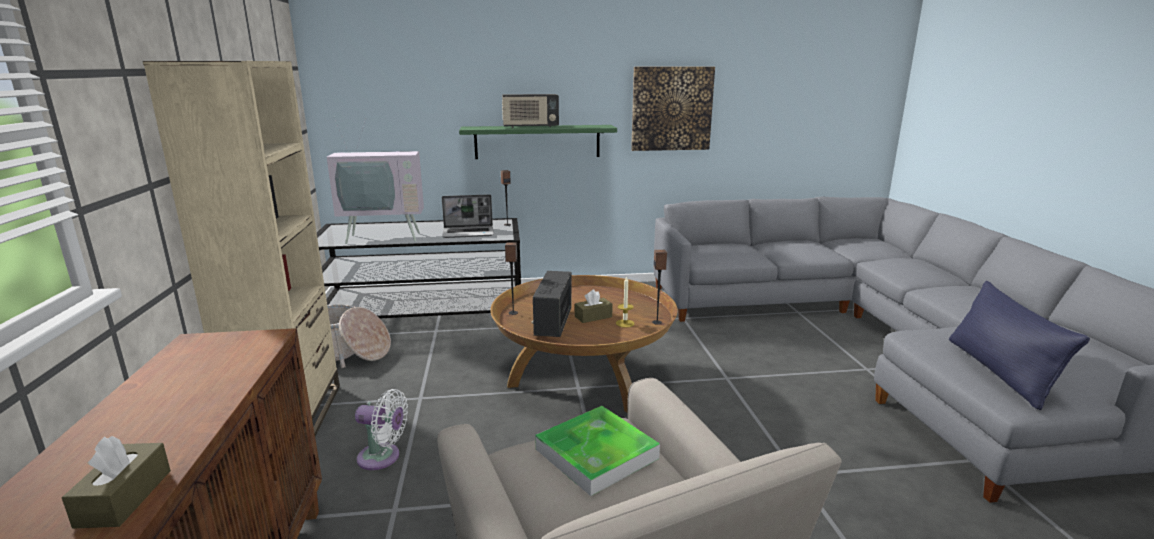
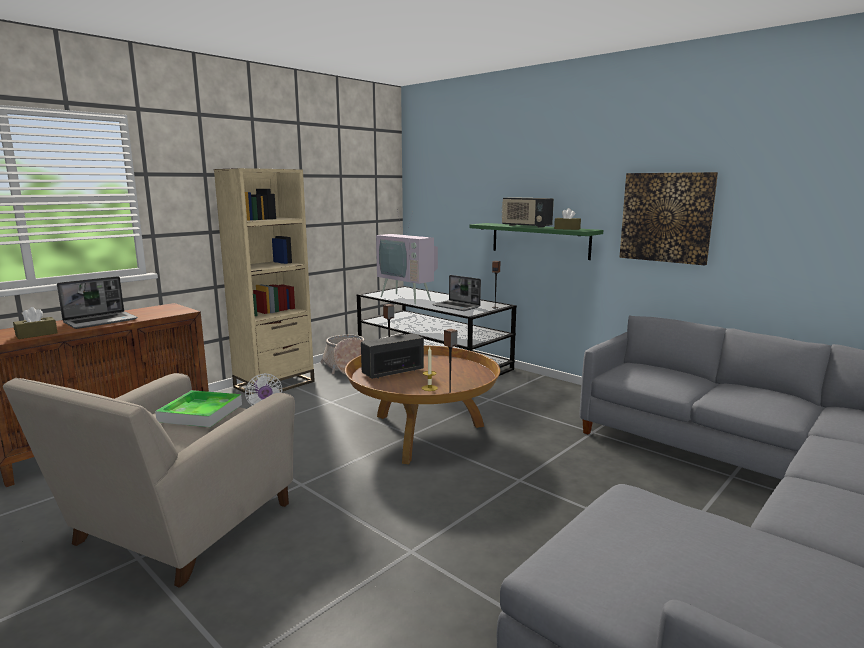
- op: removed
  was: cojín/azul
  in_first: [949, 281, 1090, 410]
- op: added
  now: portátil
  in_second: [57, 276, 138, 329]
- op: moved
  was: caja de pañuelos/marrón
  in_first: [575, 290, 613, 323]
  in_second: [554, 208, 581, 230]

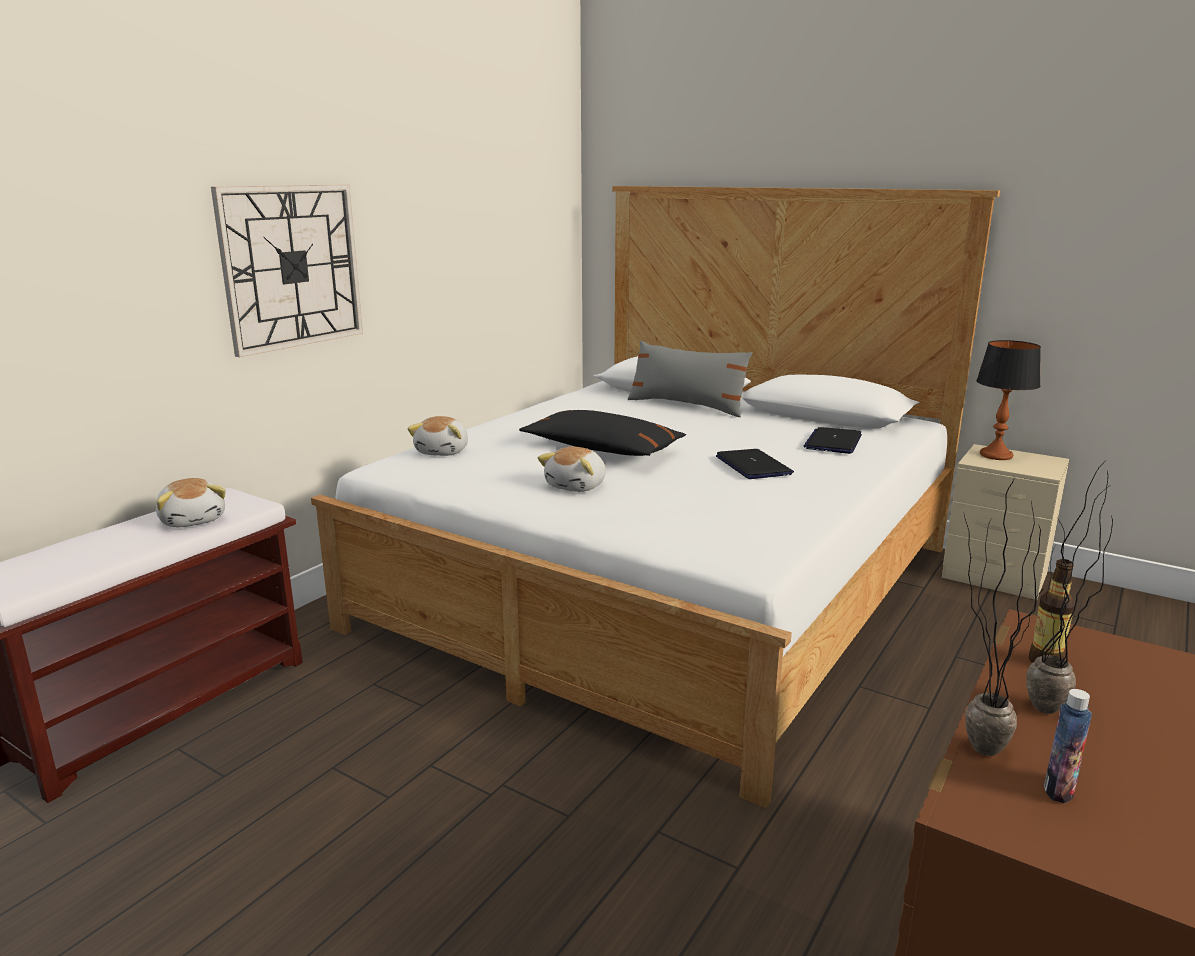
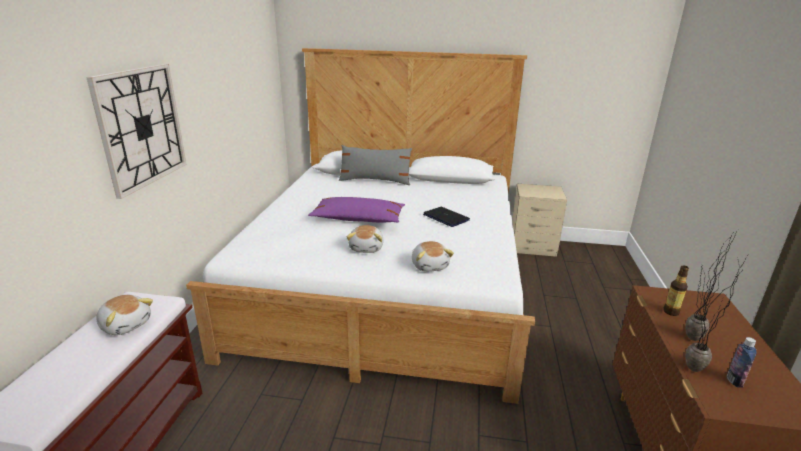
- op: removed
  was: portátil
  in_first: [803, 427, 862, 454]
- op: removed
  was: lámpara de mesa
  in_first: [976, 340, 1041, 460]
- op: moved
  was: peluche
  in_first: [407, 416, 468, 456]
  in_second: [412, 241, 454, 272]
- op: recoloured
  was: cojín/negro
  now: cojín/morado
  in_first: [519, 410, 686, 456]
  in_second: [308, 197, 405, 222]

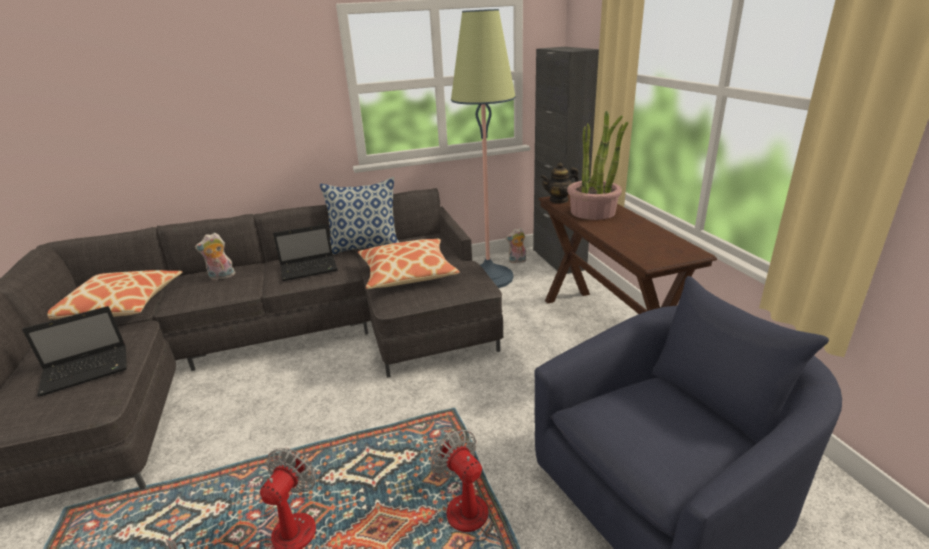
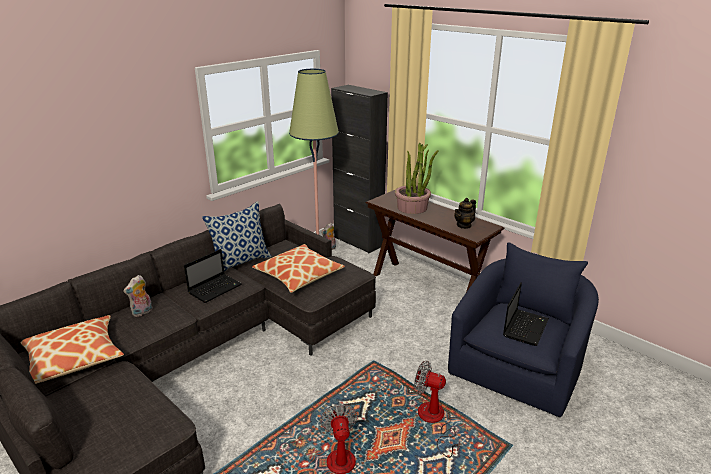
- op: moved
  was: portátil
  in_first: [22, 306, 127, 397]
  in_second: [503, 282, 549, 346]
- op: moved
  was: tetera
  in_first: [540, 163, 579, 203]
  in_second: [454, 198, 476, 229]

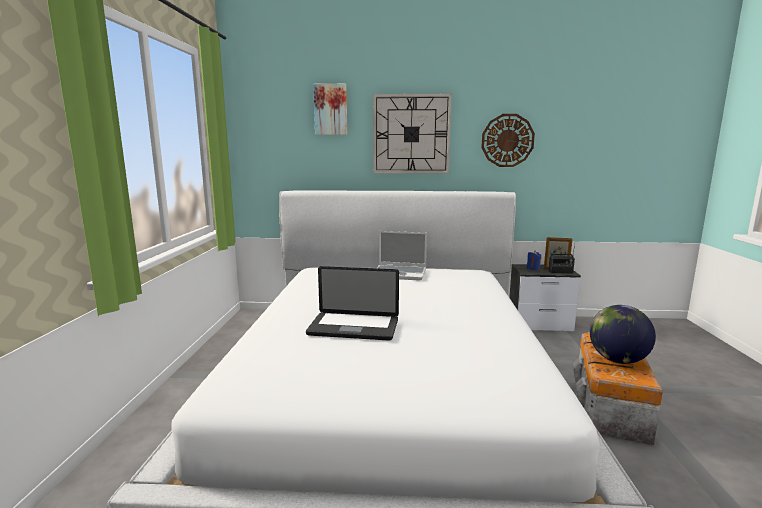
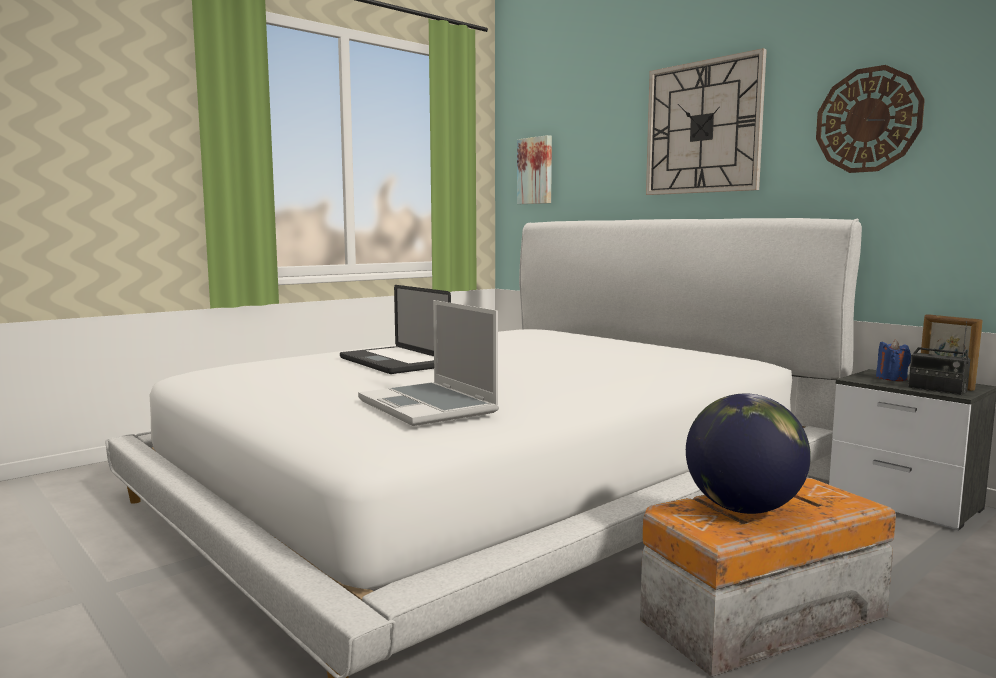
- op: moved
  was: cuadro
  in_first: [313, 83, 347, 135]
  in_second: [517, 135, 552, 204]
- op: moved
  was: portátil
  in_first: [377, 231, 427, 281]
  in_second: [358, 300, 499, 426]

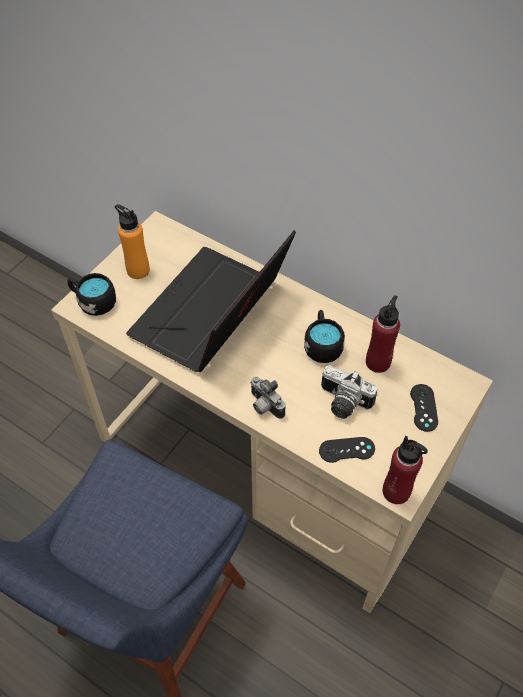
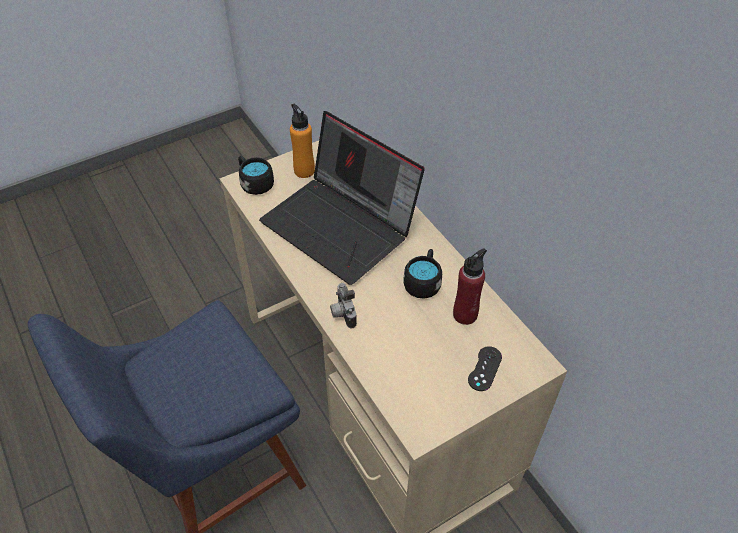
- op: removed
  was: mando de consola/negro
  in_first: [319, 437, 375, 463]
- op: removed
  was: cámara
  in_first: [321, 365, 377, 419]
- op: removed
  was: botella/rojo
  in_first: [383, 436, 428, 504]
- op: turned
  was: portátil
  in_first: [126, 230, 296, 372]
  in_second: [259, 111, 425, 285]
  clockwise: -105

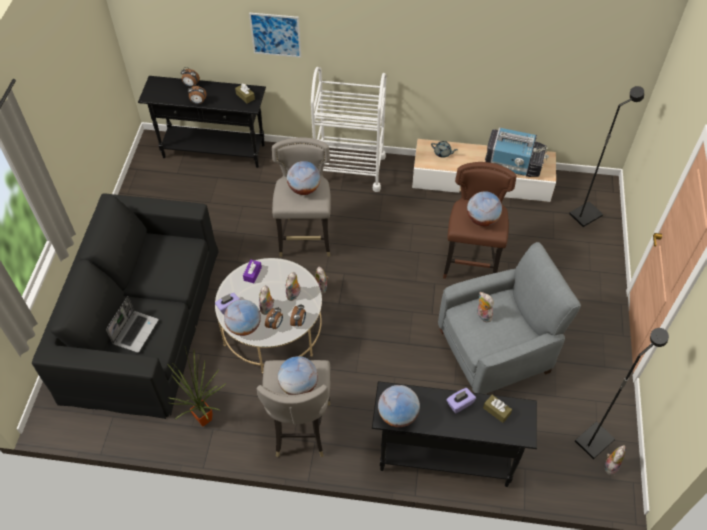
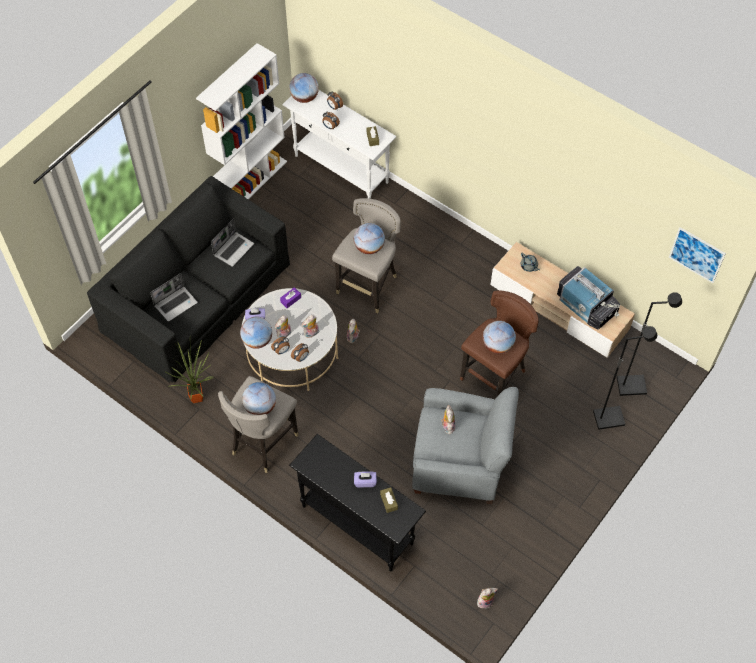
- op: removed
  was: carrito/blanco
  in_first: [311, 67, 387, 192]
- op: added
  now: estantería/blanco
  in_second: [196, 43, 287, 199]
- op: added
  now: portátil
  in_second: [211, 218, 254, 267]
- op: moved
  was: cuadro
  in_first: [249, 13, 301, 58]
  in_second: [669, 227, 726, 283]
- op: moved
  was: globo terráqueo
  in_first: [378, 385, 420, 427]
  in_second: [289, 73, 319, 103]
- op: moved
  was: lámpara de pie/negro
  in_first: [575, 328, 669, 459]
  in_second: [593, 326, 657, 430]
- op: recoloured
  was: mesa consola/negro
  now: mesa consola/blanco
  in_first: [138, 76, 266, 168]
  in_second: [282, 90, 397, 199]

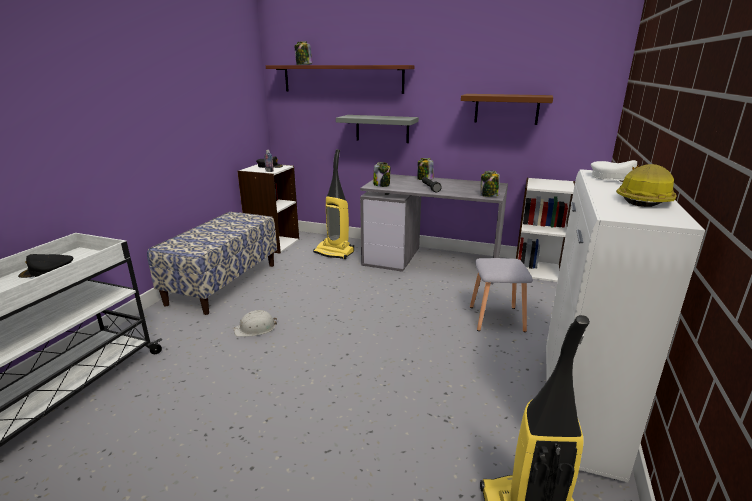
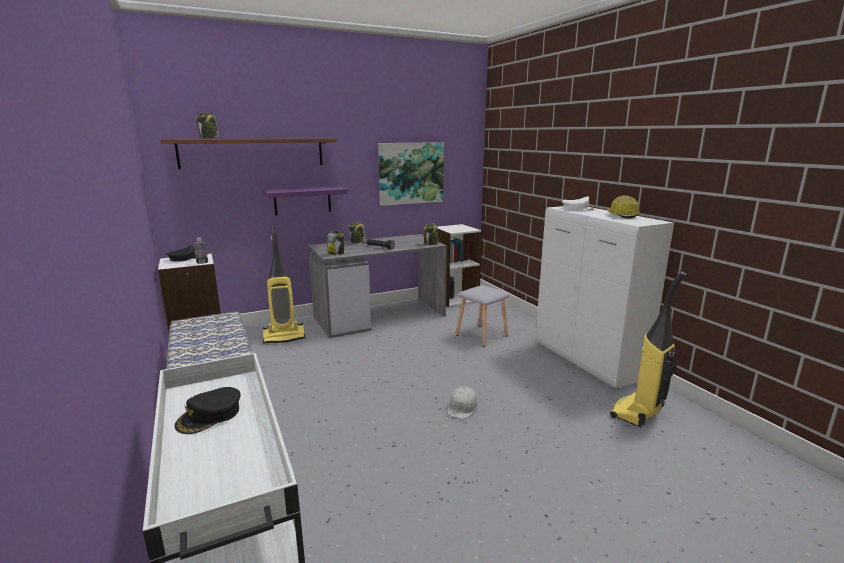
- op: moved
  was: casco/blanco
  in_first: [234, 310, 277, 337]
  in_second: [448, 386, 479, 419]
- op: replaced
  was: estante/marrón
  now: cuadro
  in_first: [461, 94, 553, 125]
  in_second: [378, 142, 444, 206]
- op: recoloured
  was: estante/gris
  now: estante/morado
  in_first: [336, 115, 419, 143]
  in_second: [263, 186, 348, 215]

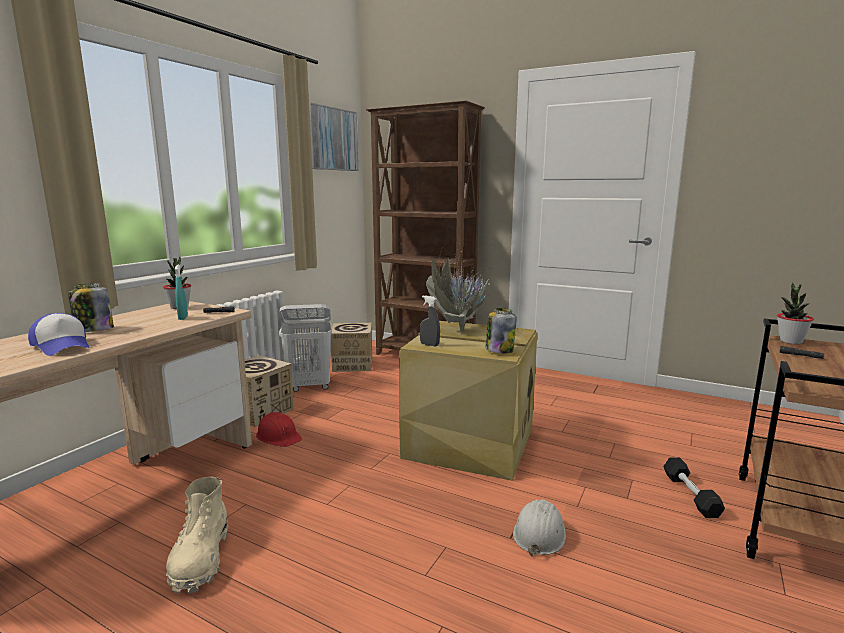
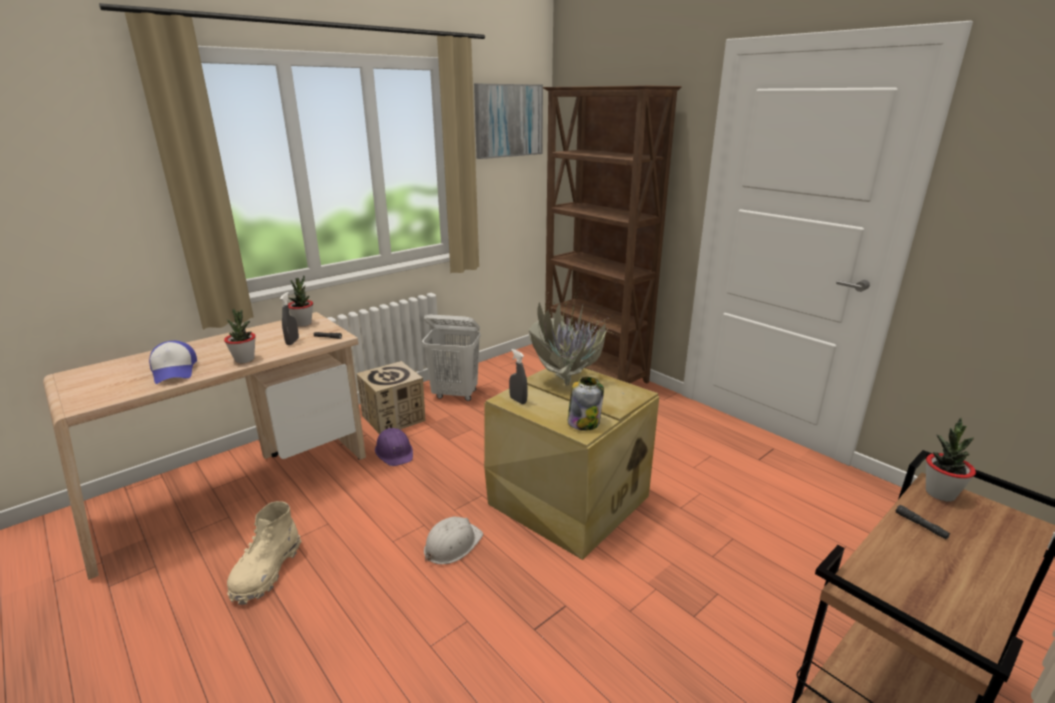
- op: removed
  was: tarro
  in_first: [68, 283, 114, 332]
- op: removed
  was: caja de cartón
  in_first: [331, 323, 372, 372]
- op: removed
  was: mancuerna/negro
  in_first: [663, 458, 725, 518]
- op: added
  now: planta en maceta
  in_second: [224, 309, 256, 363]
- op: moved
  was: casco/blanco
  in_first: [513, 500, 566, 557]
  in_second: [424, 517, 483, 564]
- op: recoloured
  was: pulverizador/turquesa
  now: pulverizador/gris
  in_first: [175, 265, 188, 320]
  in_second: [280, 292, 299, 345]
- op: recoloured
  was: casco/rojo
  now: casco/morado
  in_first: [256, 412, 302, 447]
  in_second: [375, 428, 413, 466]

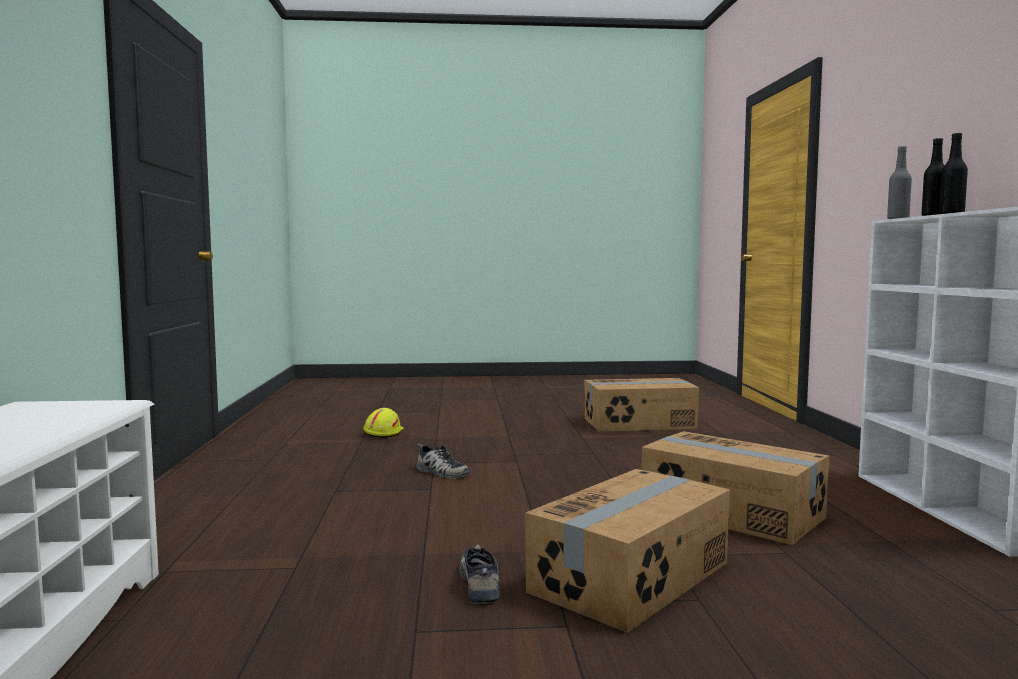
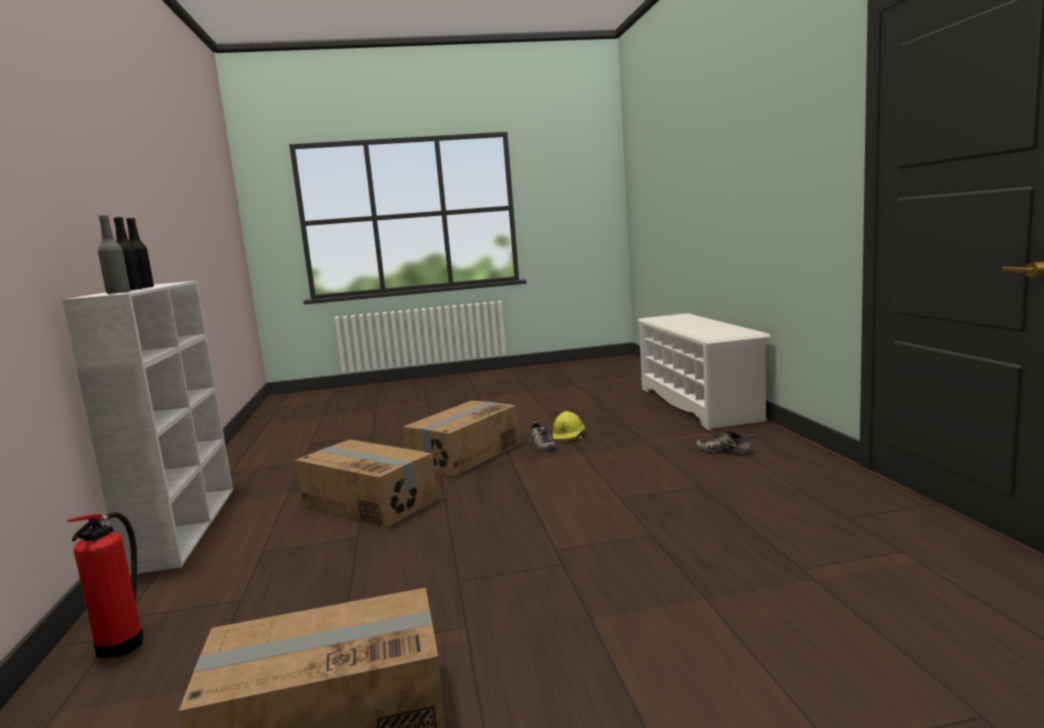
- op: added
  now: extintor
  in_second: [67, 512, 144, 658]
- op: moved
  was: casco/amarillo
  in_first: [363, 408, 404, 438]
  in_second: [553, 411, 585, 441]
- op: moved
  was: zapato
  in_first: [416, 444, 469, 479]
  in_second: [696, 430, 754, 456]

